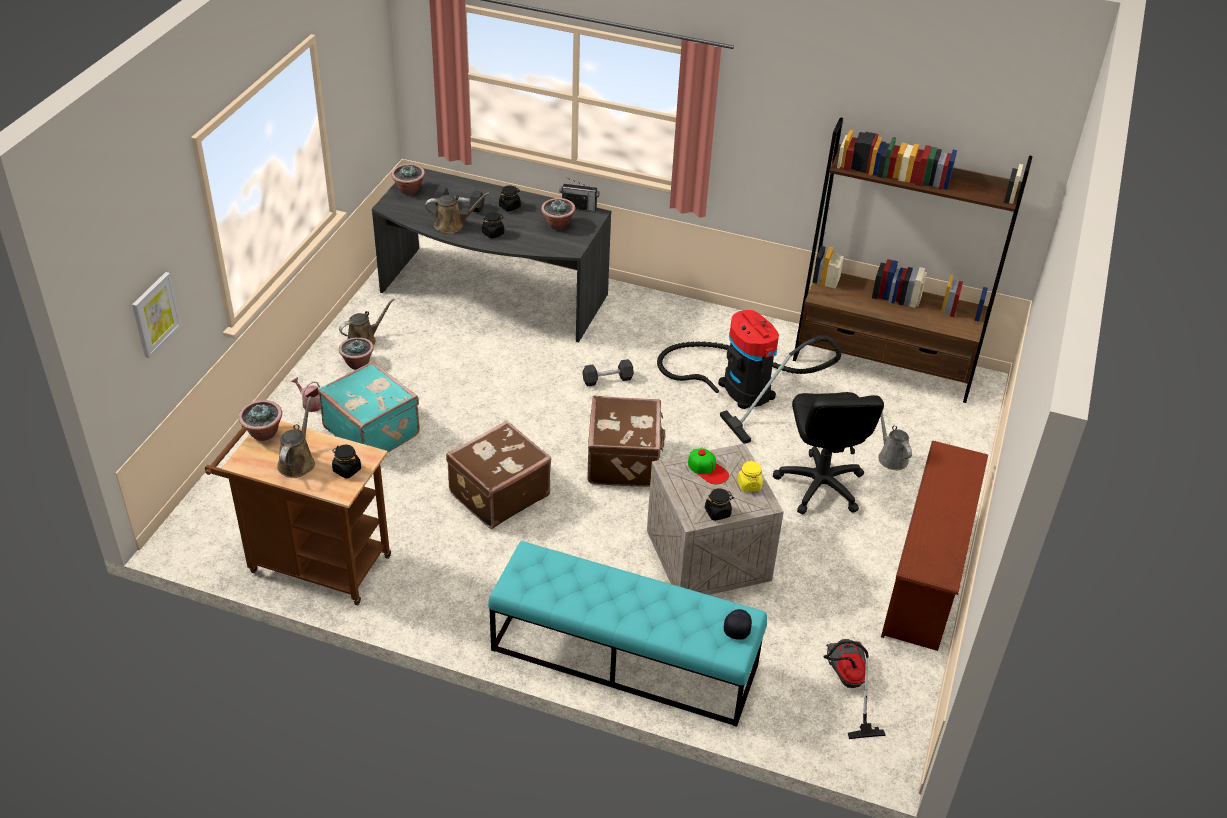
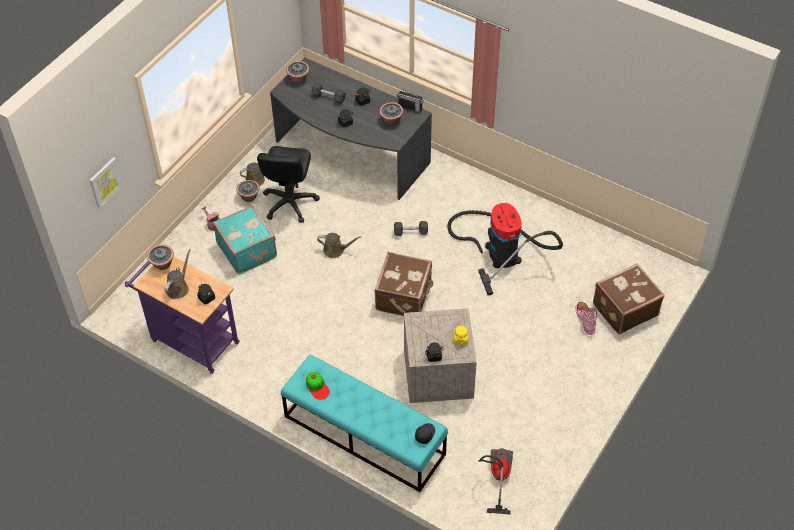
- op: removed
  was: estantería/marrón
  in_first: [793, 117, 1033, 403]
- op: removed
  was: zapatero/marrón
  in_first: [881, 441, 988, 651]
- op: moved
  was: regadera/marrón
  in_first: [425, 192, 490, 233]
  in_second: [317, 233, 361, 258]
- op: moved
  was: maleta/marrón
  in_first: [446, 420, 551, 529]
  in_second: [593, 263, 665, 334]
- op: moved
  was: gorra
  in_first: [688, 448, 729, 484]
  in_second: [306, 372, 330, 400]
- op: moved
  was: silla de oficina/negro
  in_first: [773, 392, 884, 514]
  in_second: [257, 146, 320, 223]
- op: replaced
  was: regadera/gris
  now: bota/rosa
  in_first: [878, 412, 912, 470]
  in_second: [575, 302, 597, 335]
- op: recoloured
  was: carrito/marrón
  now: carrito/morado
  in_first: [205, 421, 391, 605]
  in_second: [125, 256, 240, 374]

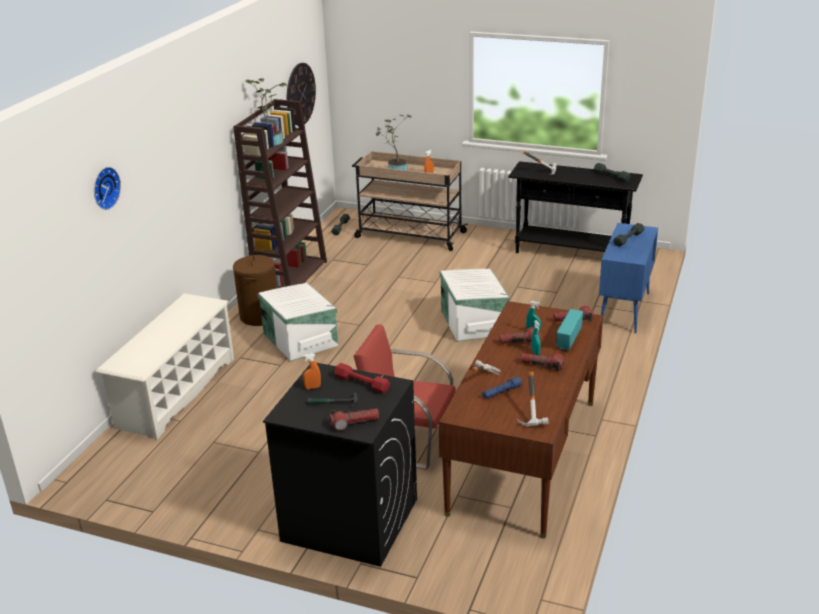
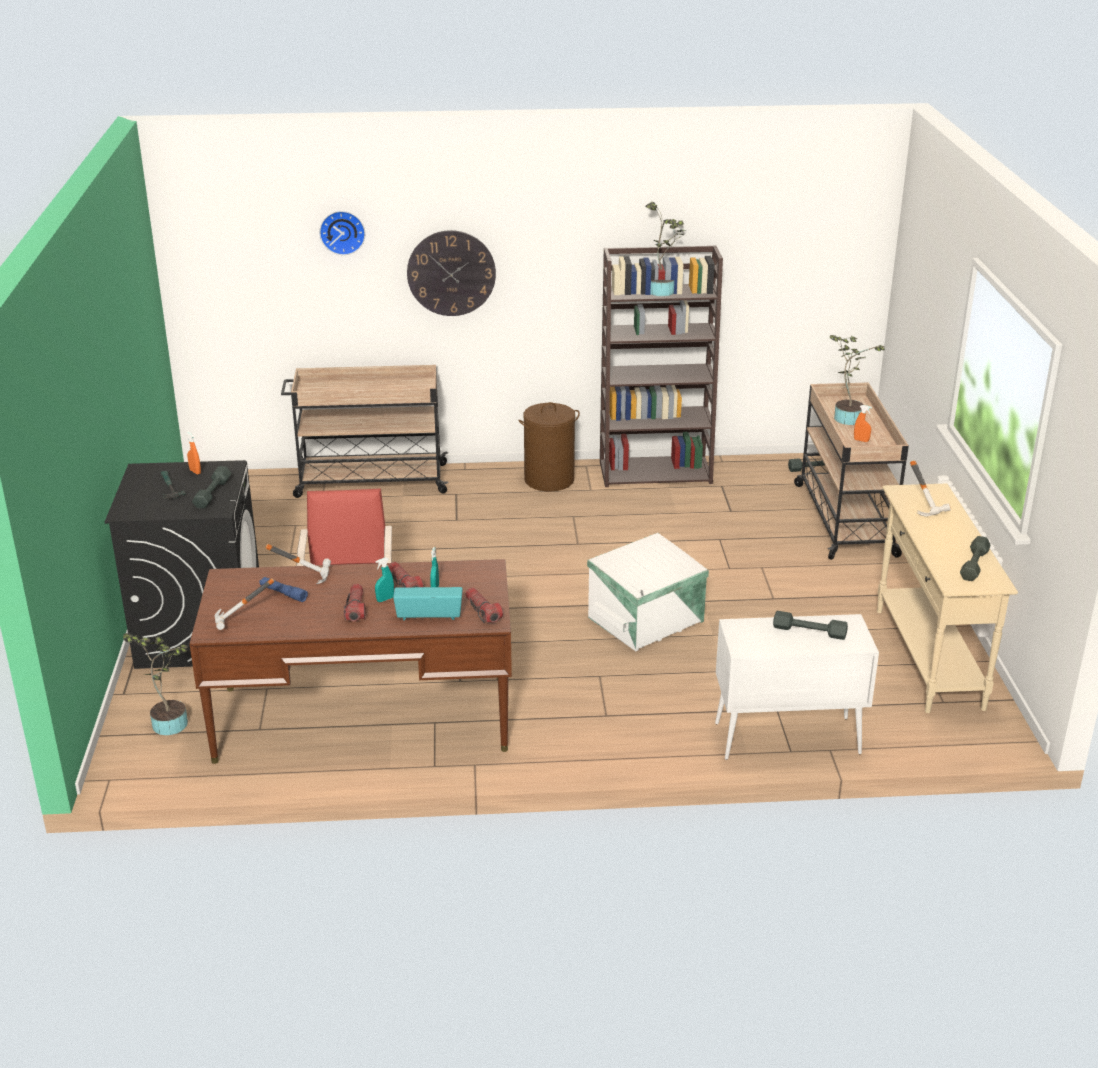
- op: removed
  was: caja de almacenaje/blanco
  in_first: [258, 283, 339, 362]
- op: removed
  was: linterna
  in_first: [330, 408, 379, 430]
- op: added
  now: planta en maceta
  in_second: [123, 633, 188, 735]
- op: moved
  was: reloj de pared
  in_first: [287, 63, 316, 126]
  in_second: [407, 230, 496, 316]
- op: replaced
  was: zapatero/blanco
  now: carrito/beis
  in_first: [96, 293, 234, 440]
  in_second: [281, 365, 449, 498]
- op: recoloured
  was: mancuerna/rojo
  now: mancuerna/gris
  in_first: [334, 363, 390, 394]
  in_second: [192, 466, 232, 509]
- op: recoloured
  was: mesa consola/negro
  now: mesa consola/beis
  in_first: [508, 161, 643, 253]
  in_second: [877, 484, 1018, 713]
- op: recoloured
  was: armario/azul
  now: armario/blanco
  in_first: [599, 223, 658, 333]
  in_second: [715, 614, 879, 760]

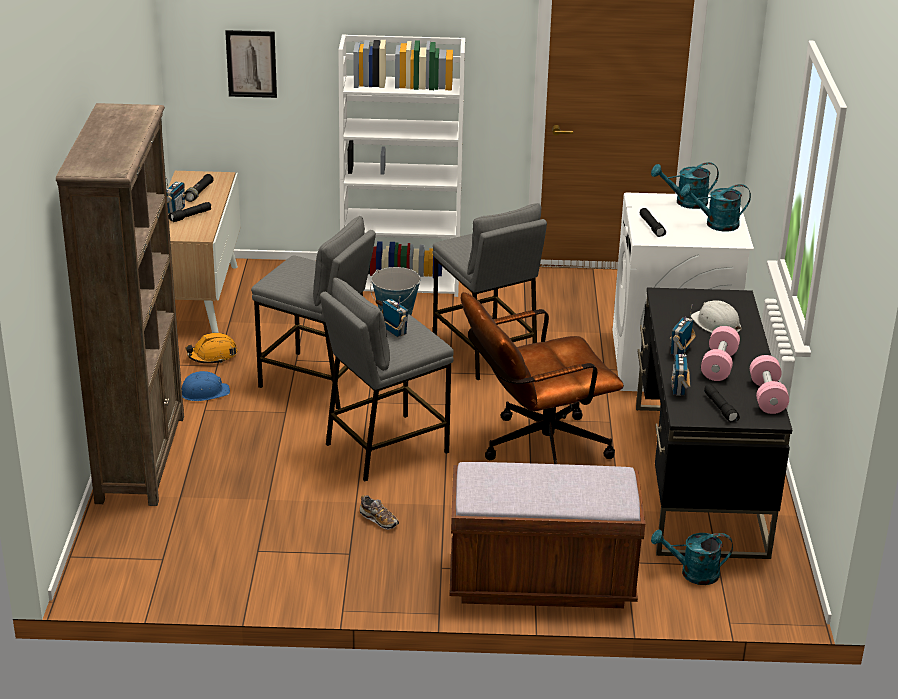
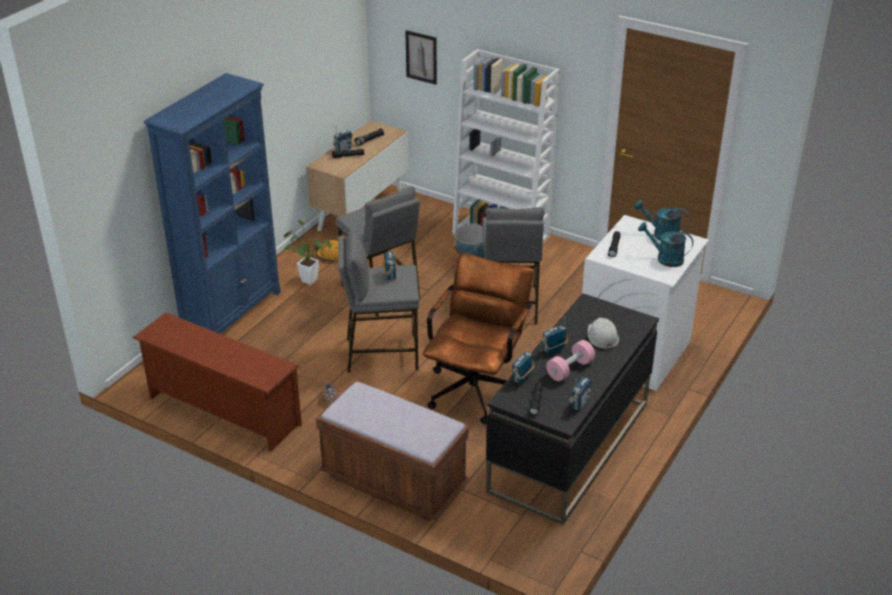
- op: removed
  was: regadera/turquesa
  in_first: [651, 529, 733, 585]
- op: added
  now: zapatero/marrón
  in_second: [133, 312, 302, 451]
- op: replaced
  was: casco/azul
  now: planta en maceta
  in_first: [182, 371, 230, 401]
  in_second: [282, 220, 331, 285]
- op: replaced
  was: mancuerna/rosa
  now: radio
  in_first: [750, 355, 789, 414]
  in_second: [569, 377, 591, 411]
- op: recoloured
  was: estantería/marrón
  now: estantería/azul
  in_first: [56, 103, 184, 506]
  in_second: [144, 73, 281, 334]
- op: turned
  was: silla de oficina/marrón
  in_first: [461, 292, 624, 464]
  in_second: [423, 252, 534, 424]
  clockwise: 105

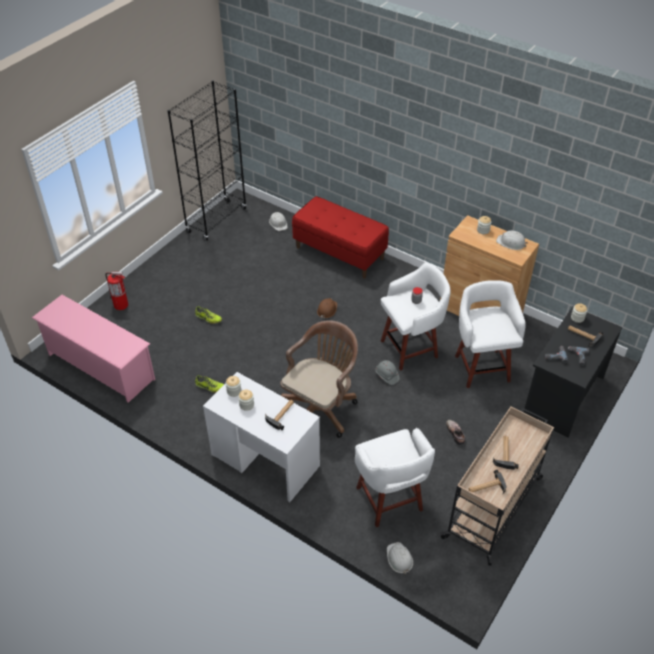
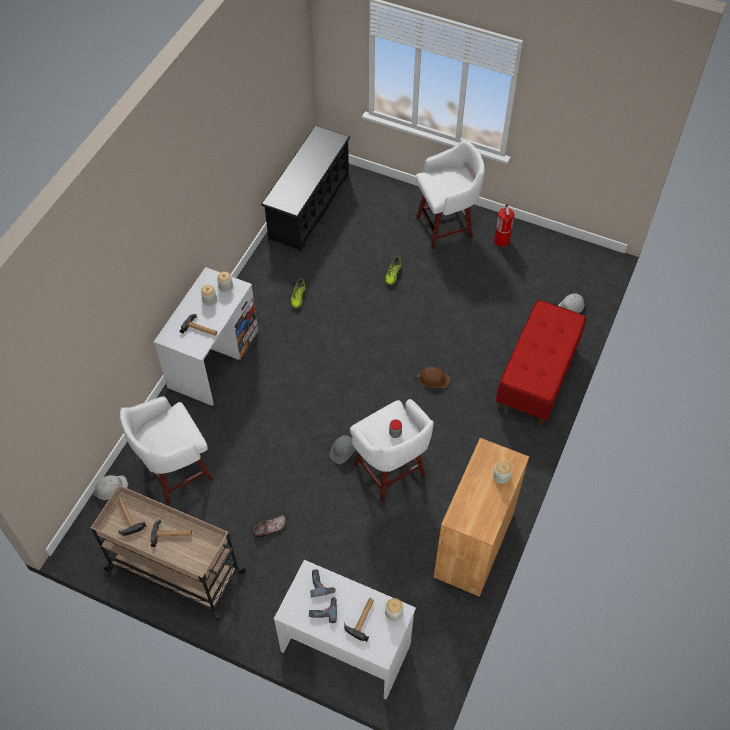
- op: removed
  was: estantería/negro
  in_first: [167, 80, 247, 241]
- op: removed
  was: silla de oficina/marrón
  in_first: [280, 320, 358, 438]
- op: removed
  was: casco/blanco
  in_first: [496, 231, 528, 250]
- op: moved
  was: extintor
  in_first: [105, 272, 128, 310]
  in_second: [494, 203, 514, 247]
- op: moved
  was: taburete/blanco
  in_first: [455, 280, 526, 388]
  in_second: [416, 139, 485, 249]
- op: recoloured
  was: zapatero/rosa
  now: zapatero/negro
  in_first: [32, 295, 155, 403]
  in_second: [261, 125, 350, 252]
- op: recoloured
  was: escritorio/negro
  now: escritorio/blanco
  in_first: [523, 307, 622, 438]
  in_second: [274, 560, 416, 700]

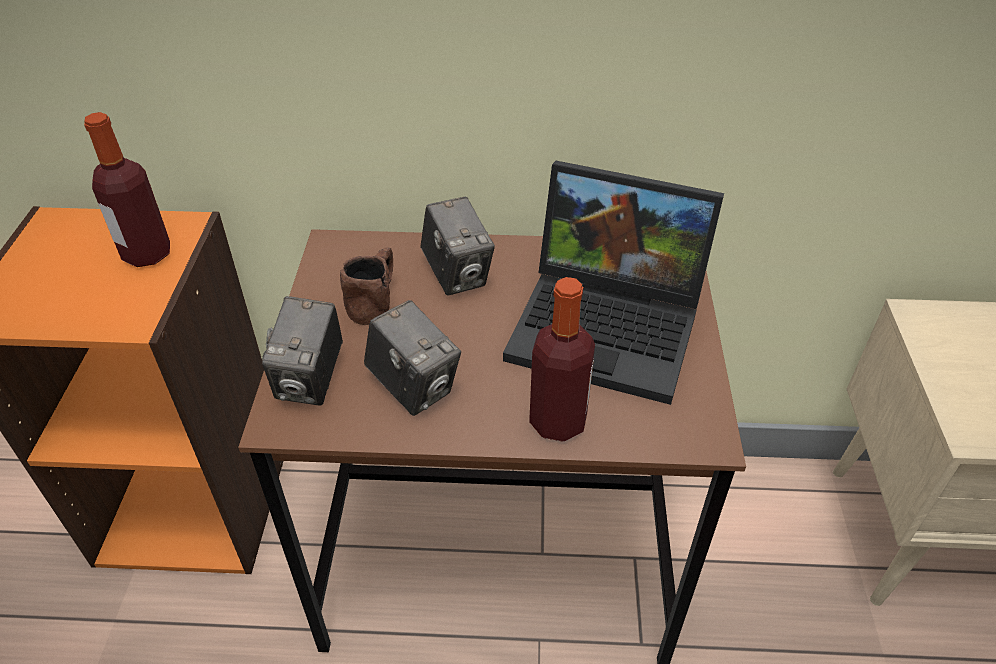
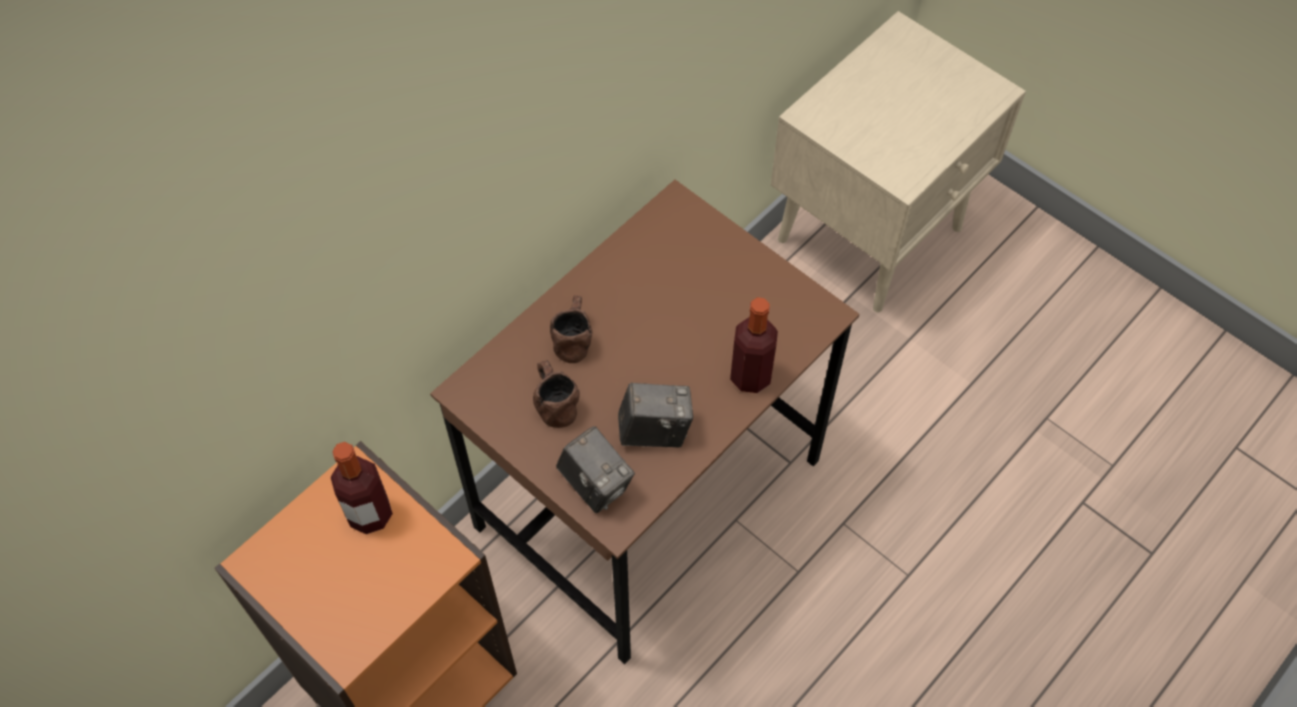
- op: removed
  was: portátil
  in_first: [503, 161, 724, 405]
- op: replaced
  was: cámara
  now: taza grande/marrón
  in_first: [421, 197, 495, 296]
  in_second: [550, 296, 592, 363]

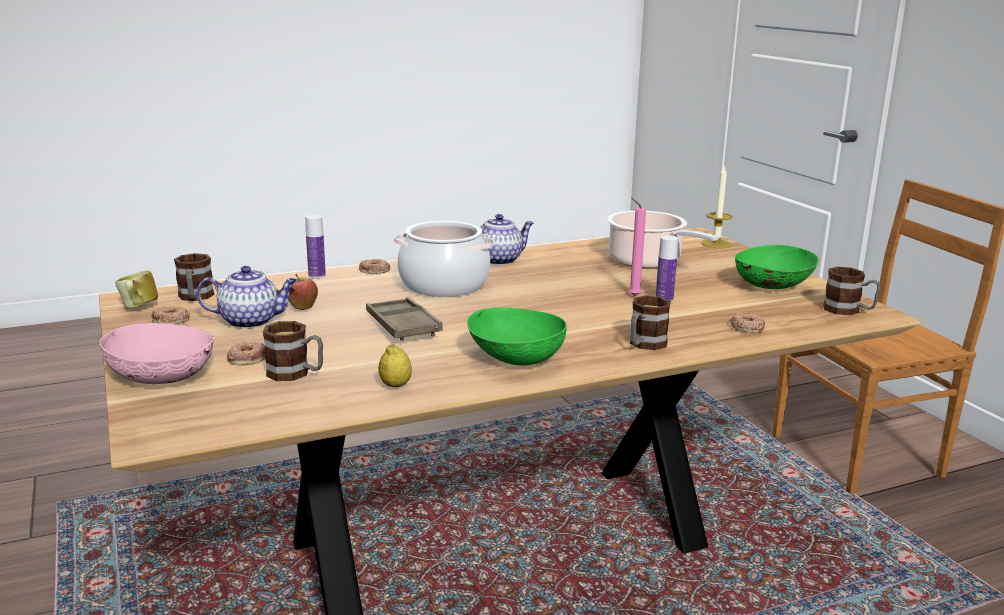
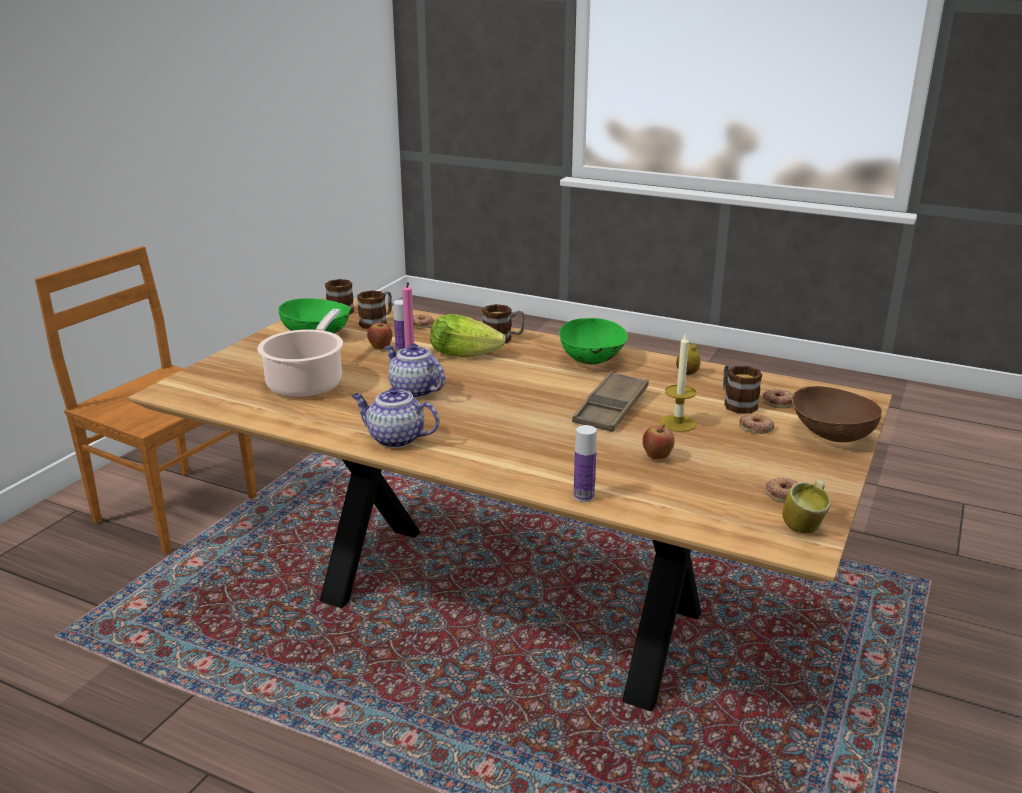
- op: removed
  was: olla
  in_first: [394, 221, 494, 297]
- op: added
  now: manzana
  in_second: [367, 320, 393, 349]
- op: added
  now: lechuga
  in_second: [430, 314, 506, 357]
- op: moved
  was: taza grande
  in_first: [174, 253, 214, 301]
  in_second: [357, 290, 392, 329]
- op: moved
  was: tetera
  in_first: [196, 266, 297, 329]
  in_second: [385, 343, 445, 398]
- op: moved
  was: rosquilla
  in_first: [359, 259, 390, 274]
  in_second: [762, 389, 793, 408]
- op: moved
  was: vela
  in_first: [701, 166, 732, 248]
  in_second: [660, 332, 696, 432]
- op: recoloured
  was: cuenco/rosa
  now: cuenco/marrón
  in_first: [99, 323, 214, 384]
  in_second: [792, 386, 882, 442]

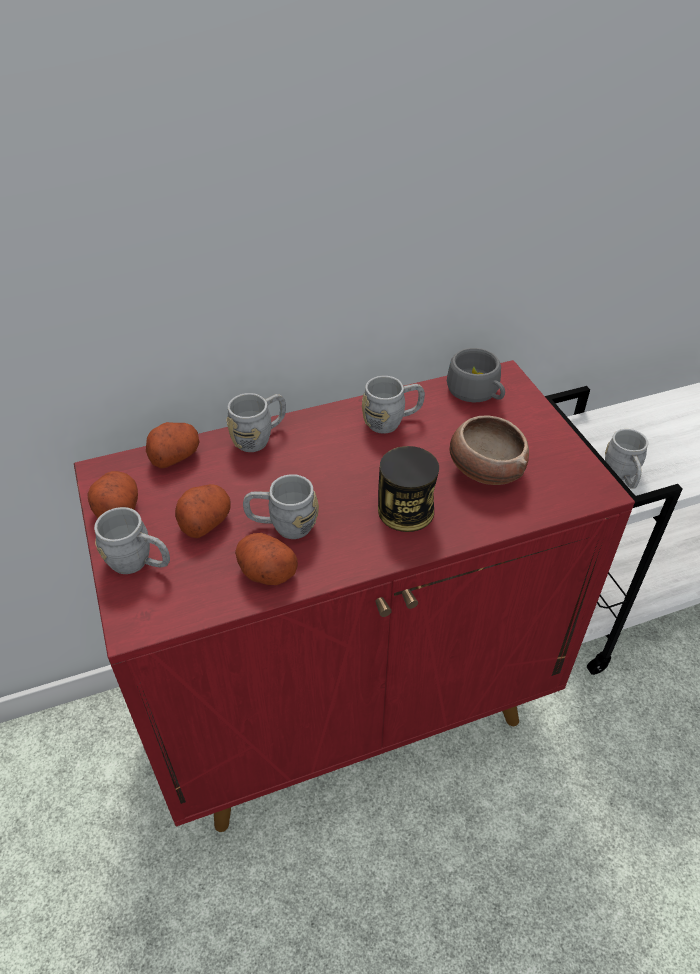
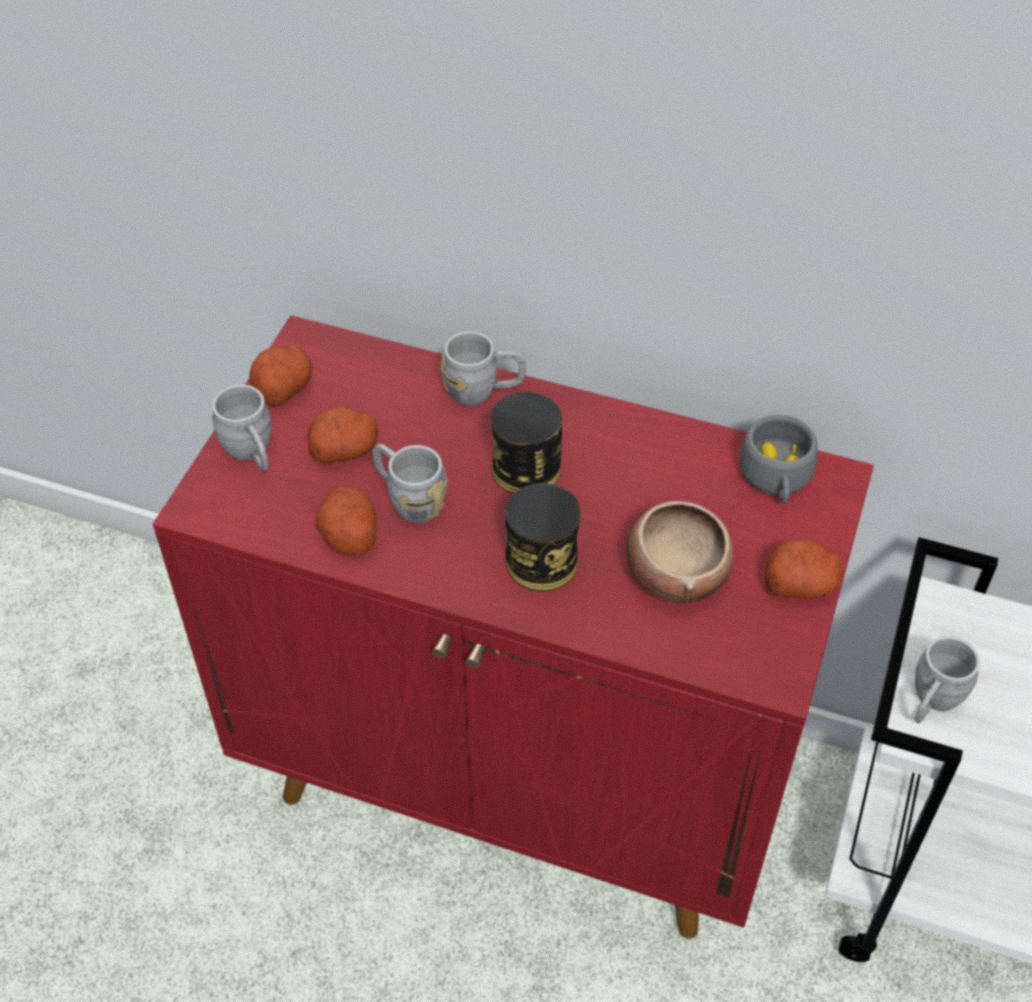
- op: removed
  was: taza grande/gris
  in_first: [362, 376, 425, 434]
- op: added
  now: lata
  in_second: [491, 392, 562, 494]
- op: moved
  was: patata
  in_first: [146, 422, 200, 468]
  in_second: [765, 538, 844, 599]

